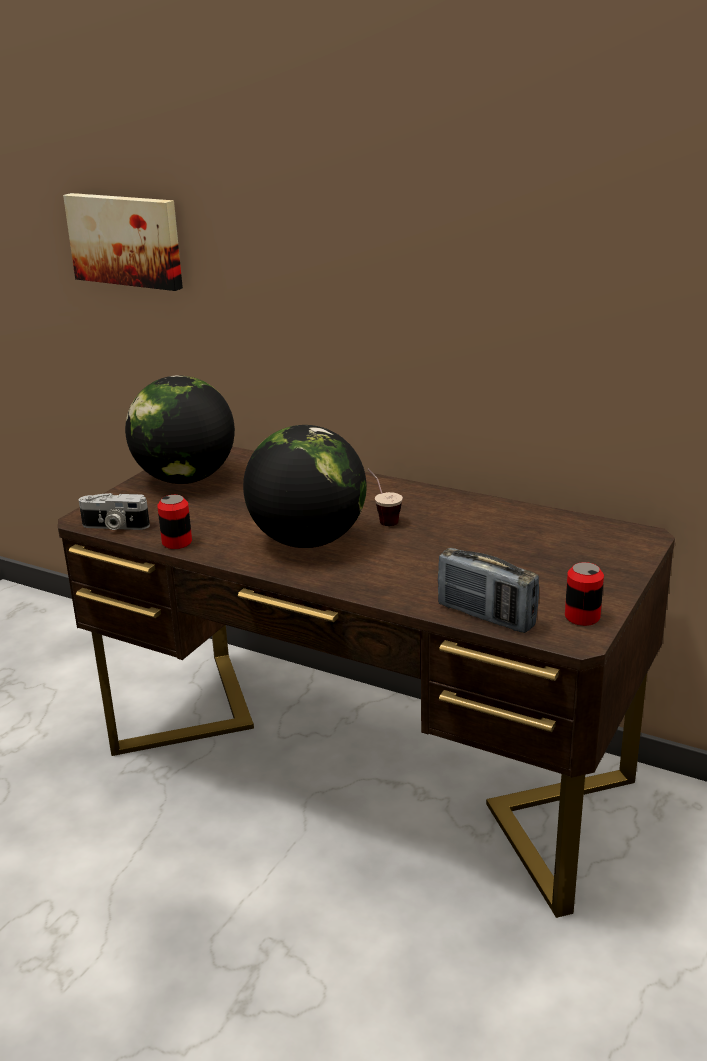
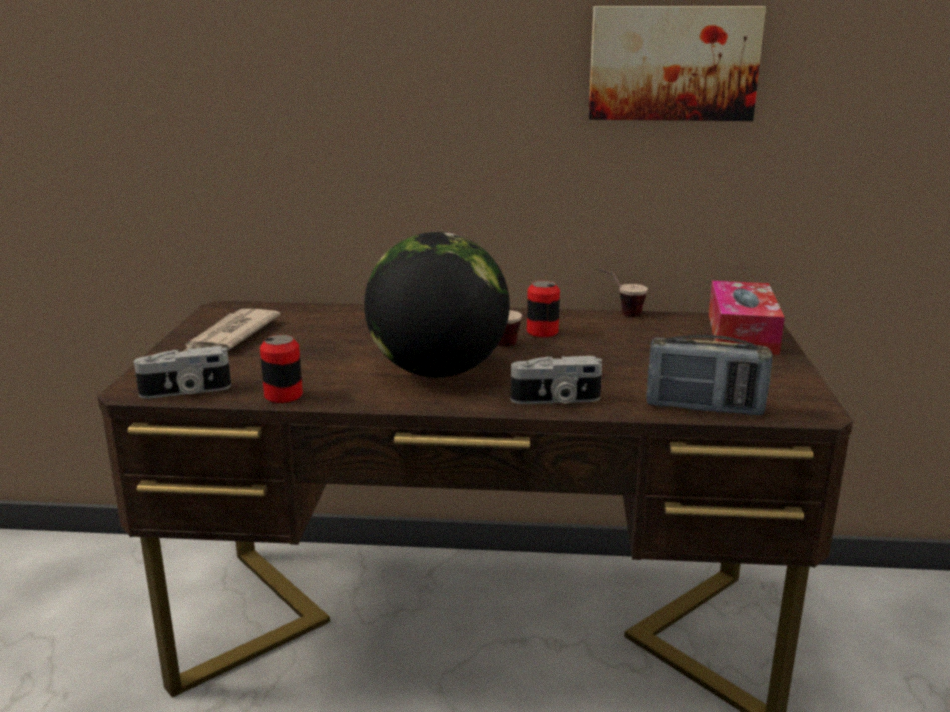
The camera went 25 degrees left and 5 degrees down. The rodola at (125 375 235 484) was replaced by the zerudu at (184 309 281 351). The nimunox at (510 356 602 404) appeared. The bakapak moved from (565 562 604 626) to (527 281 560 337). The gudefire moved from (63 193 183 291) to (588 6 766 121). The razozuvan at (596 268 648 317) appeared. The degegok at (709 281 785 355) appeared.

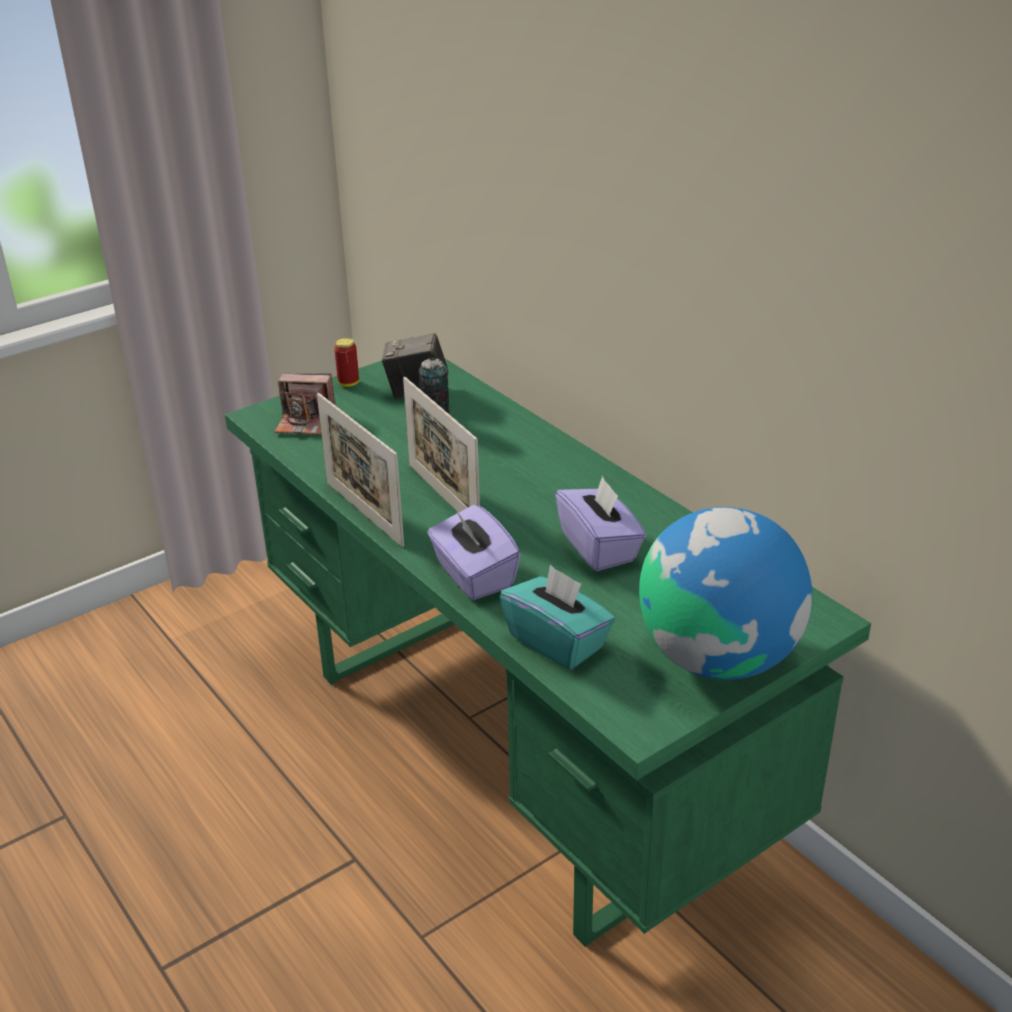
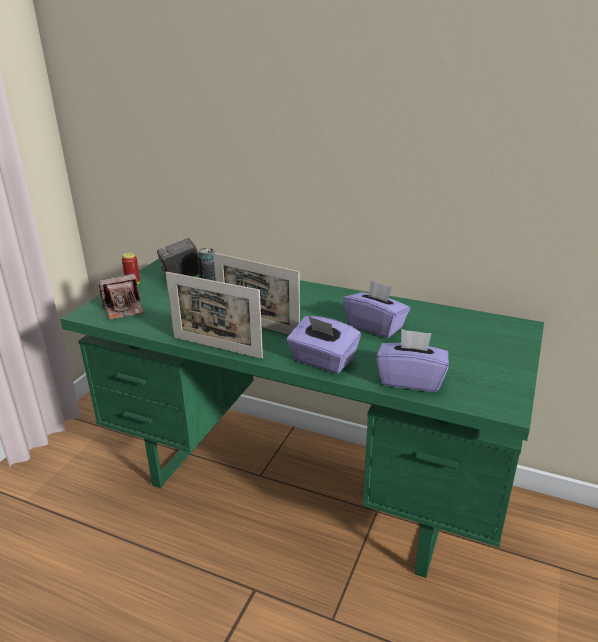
The camera went 30 degrees left and 5 degrees down. The degegok (turquoise) at (500 565 615 670) became the degegok (purple) at (376 329 449 392). The rodola at (639 507 812 680) disappeared.

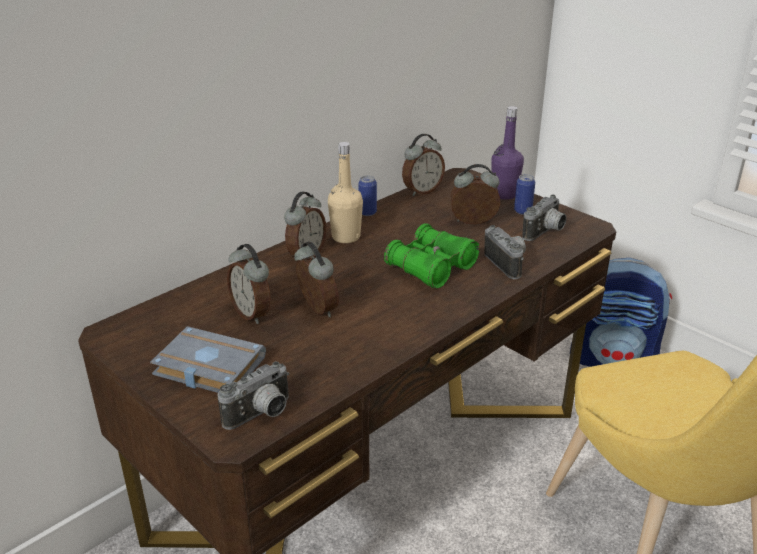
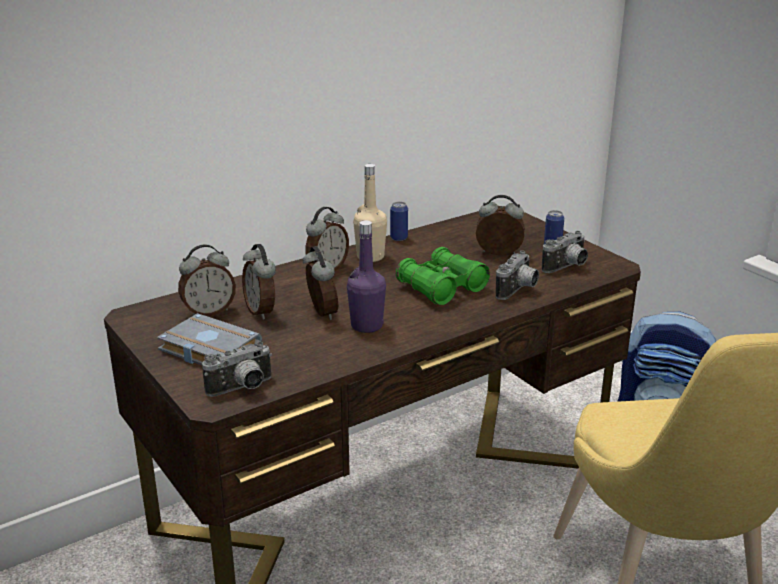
The camera went 10 degrees right and 5 degrees down. The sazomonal moved from (402 134 445 196) to (178 244 236 316). The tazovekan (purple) moved from (491 106 524 200) to (347 221 386 333). The nimunox at (484 225 526 279) turned 45 degrees clockwise.

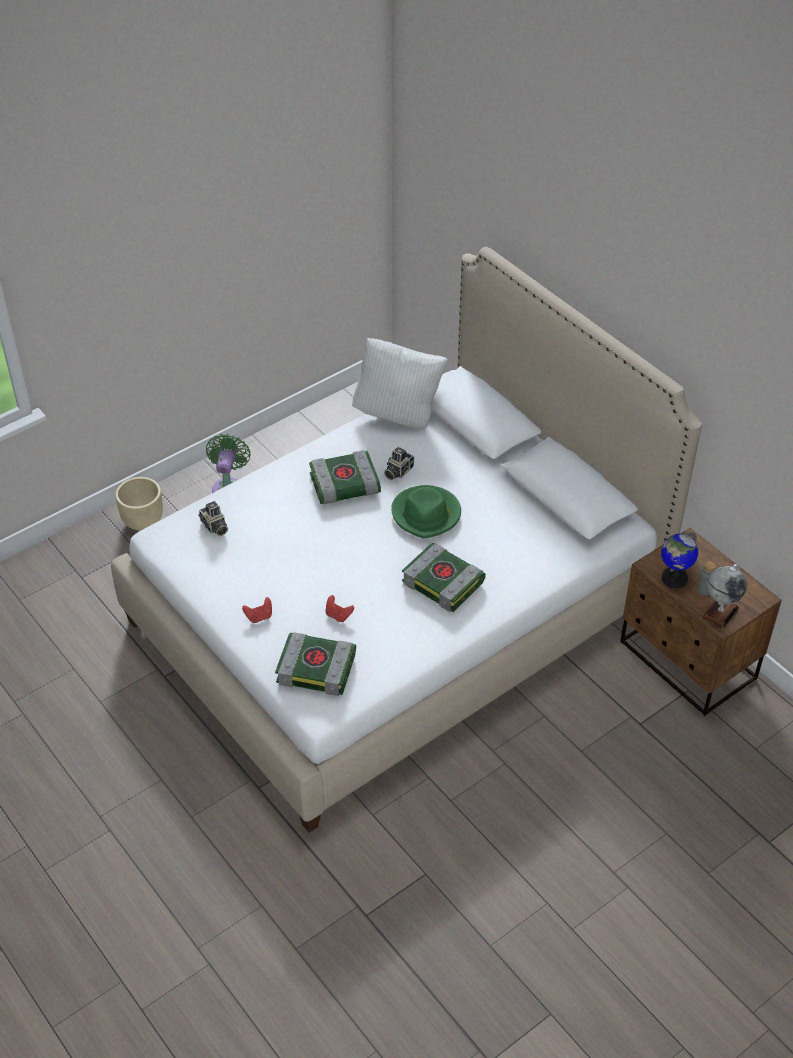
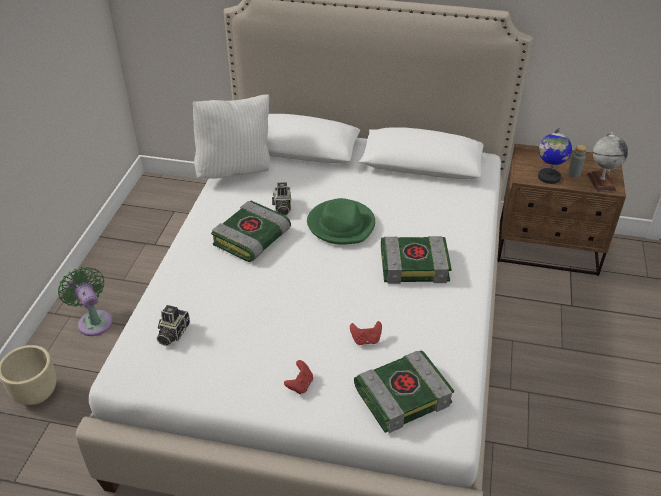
The camera went 40 degrees left and 5 degrees down. The nimunox at (198 501 228 536) turned 90 degrees clockwise.

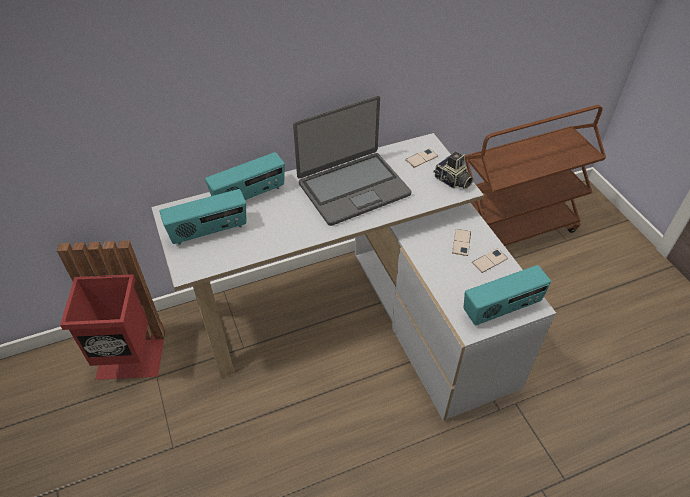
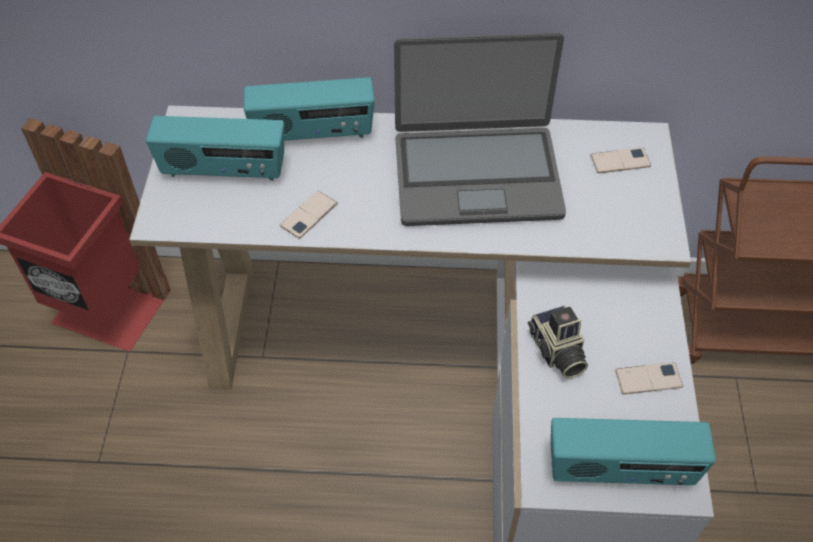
The camera went 25 degrees right and 5 degrees up. The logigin moved from (452 229 471 256) to (280 191 338 239). The nimunox moved from (433 152 473 189) to (528 305 588 378).

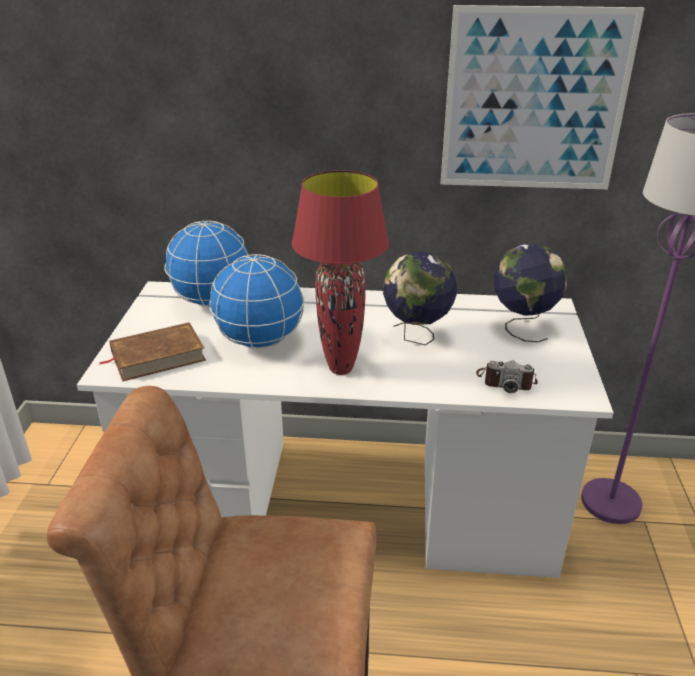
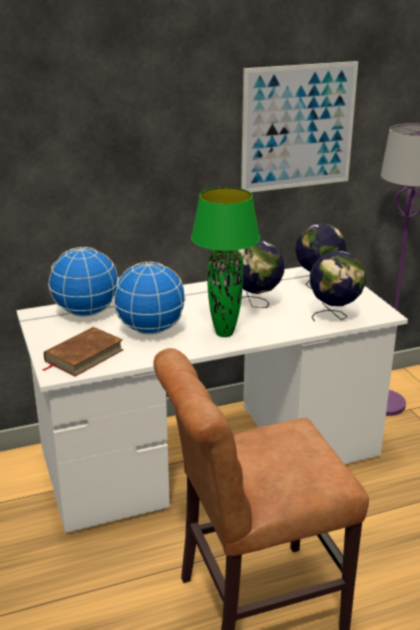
The camera went 25 degrees left and 5 degrees down. The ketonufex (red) at (292 170 389 375) became the ketonufex (green) at (191 187 260 337). The nimunox at (476 360 538 393) was replaced by the rodola at (310 251 366 322).

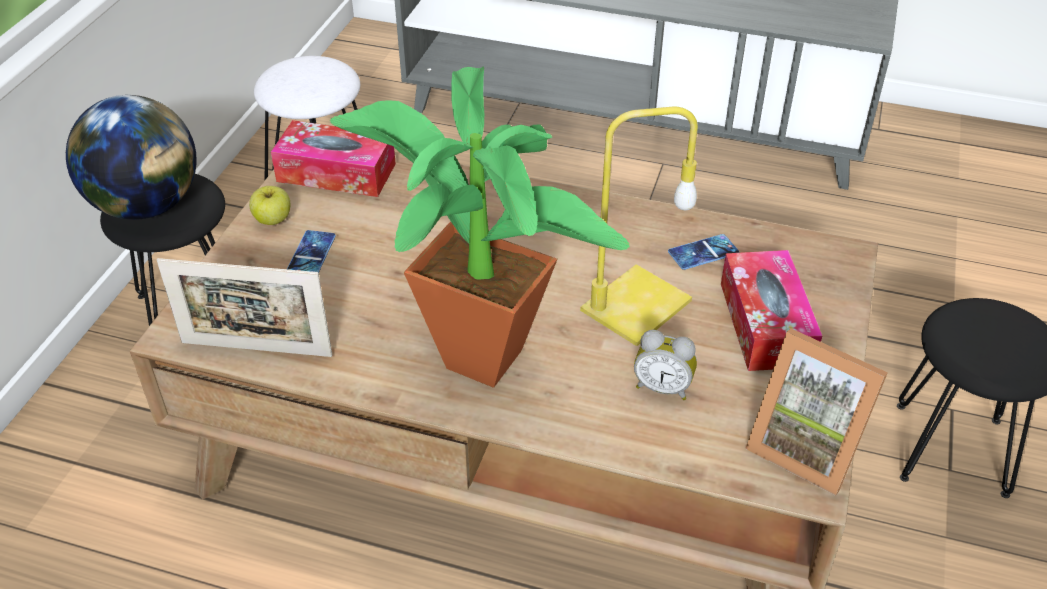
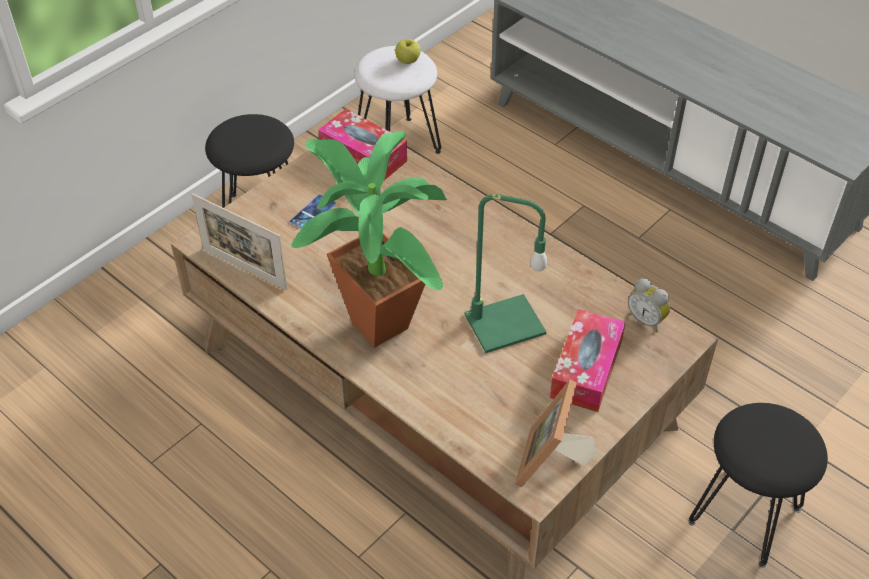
The camera went 25 degrees right and 5 degrees up. The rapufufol moved from (249 186 290 225) to (395 39 421 64). The ketonufex (yellow) at (580 107 698 346) became the ketonufex (green) at (464 194 547 353). The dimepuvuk at (745 328 888 496) turned 45 degrees clockwise. The sazomonal moved from (634 330 697 400) to (628 278 670 333). The rodola at (66 95 197 220) disappeared. The logigin at (668 234 739 270) disappeared.

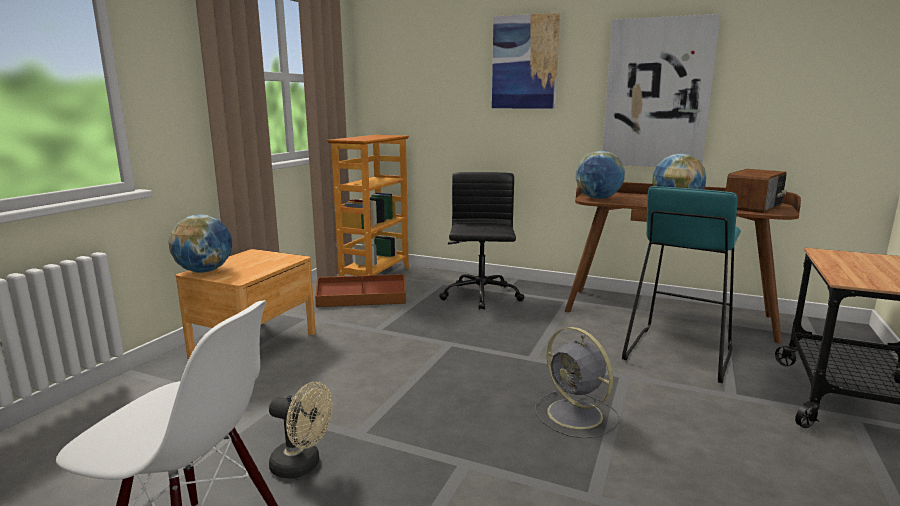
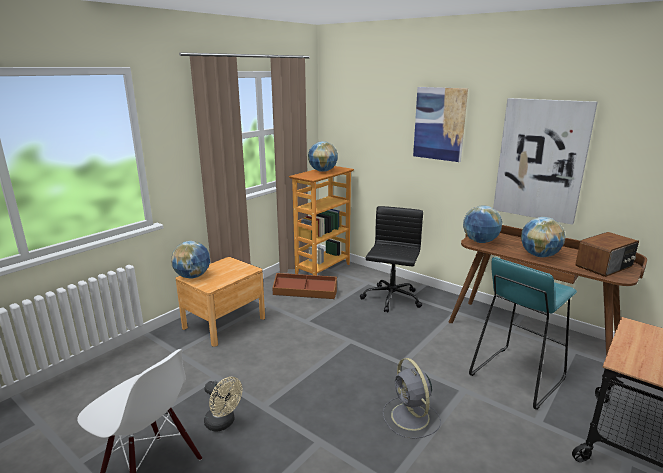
The camera went 15 degrees right and 5 degrees up. The rodola at (308 141 338 172) appeared.

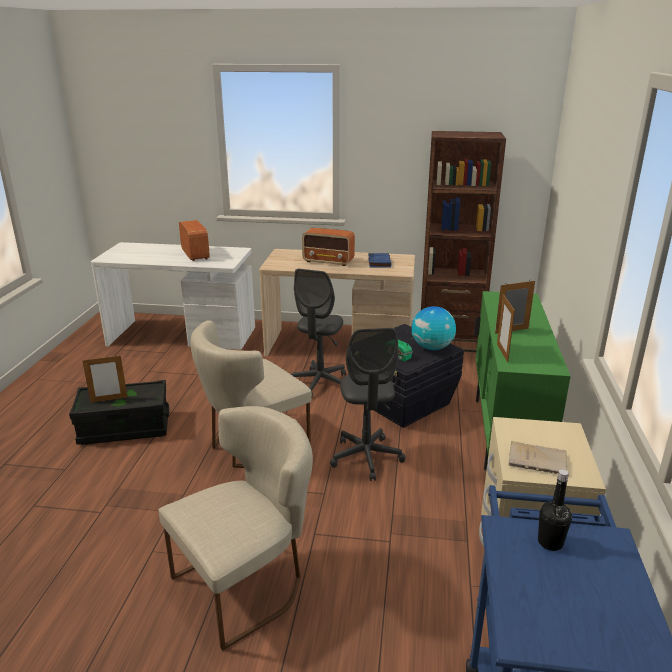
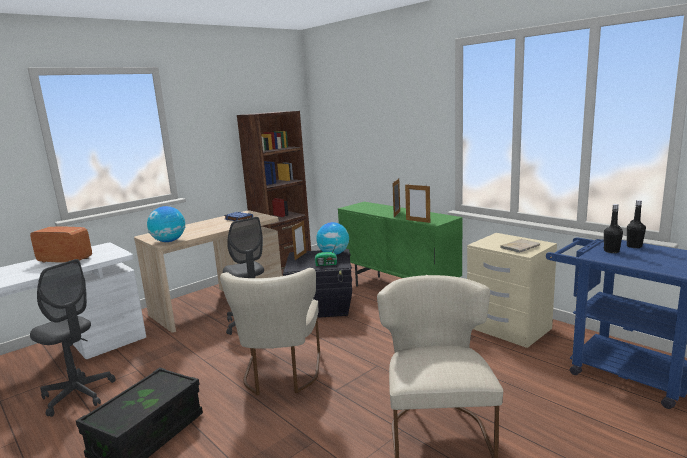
The camera went 50 degrees left and 10 degrees down. The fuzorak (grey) moved from (330 328 405 481) to (30 259 116 417). The rodola at (147 206 185 242) appeared. The dimepuvuk moved from (82 355 127 403) to (292 221 306 260). The tazovekan (black) at (627 200 646 248) appeared. The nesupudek at (302 228 355 266) disappeared.

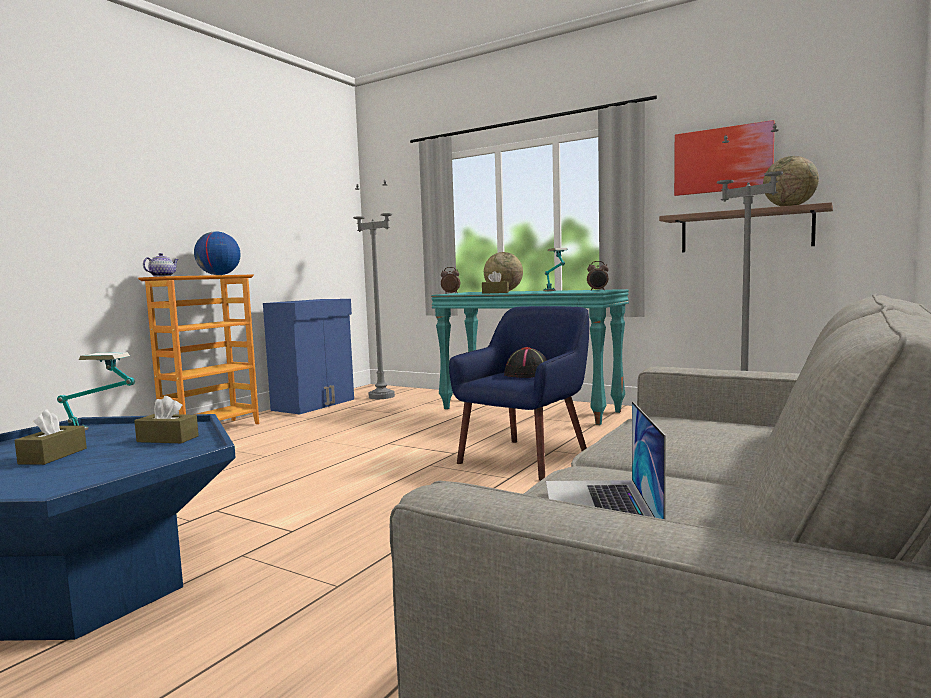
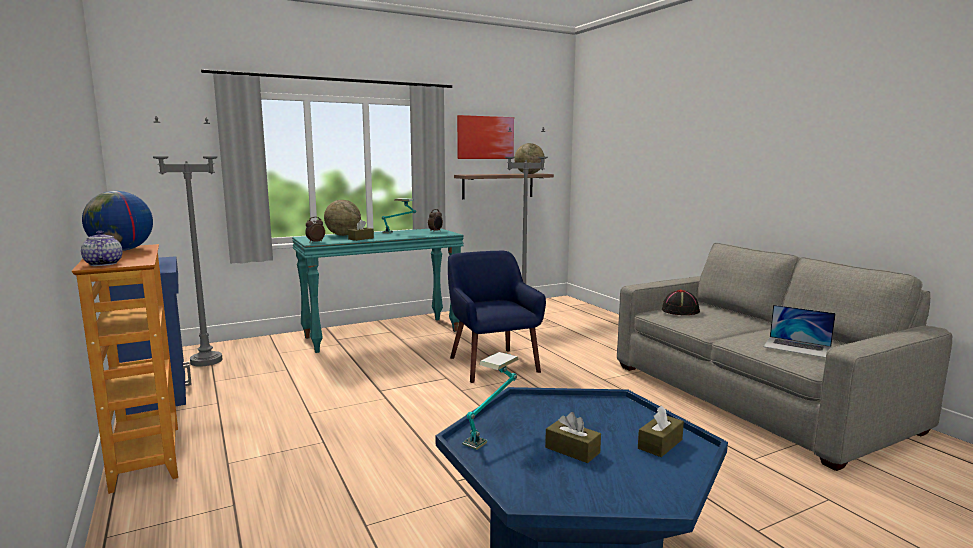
The camera went 60 degrees left and 5 degrees up. The degegok (brown) moved from (134 396 199 443) to (638 405 684 457). The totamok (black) moved from (504 347 547 378) to (662 290 700 315).

